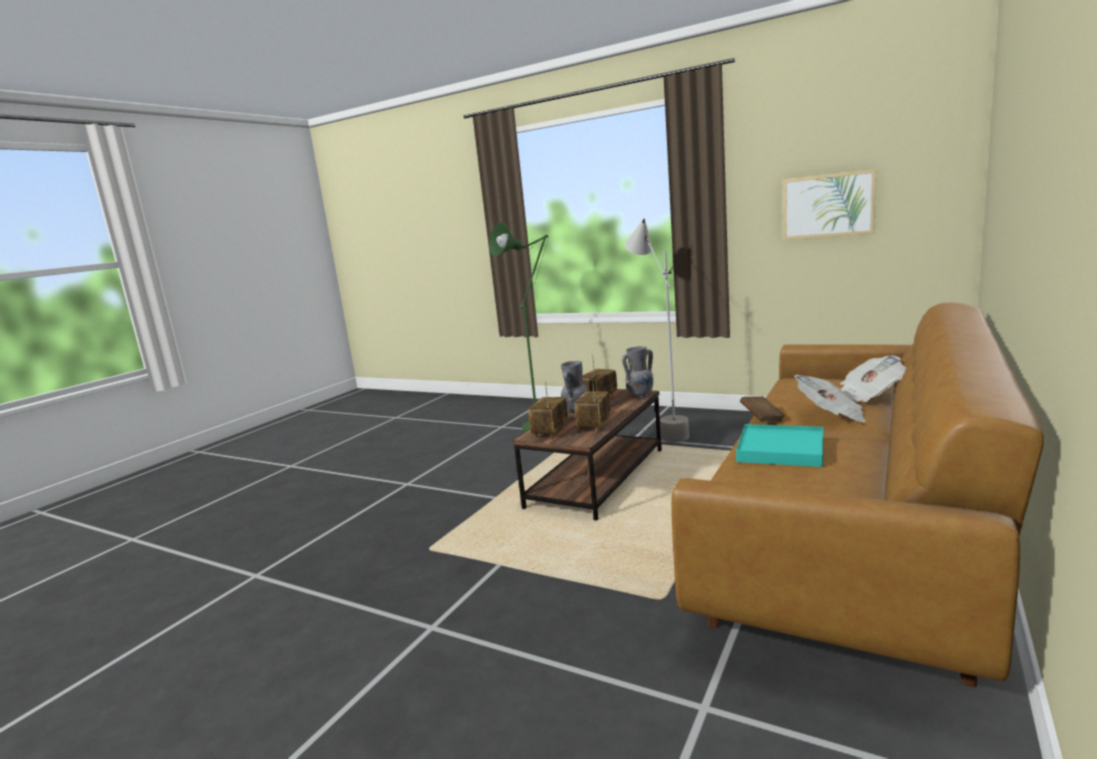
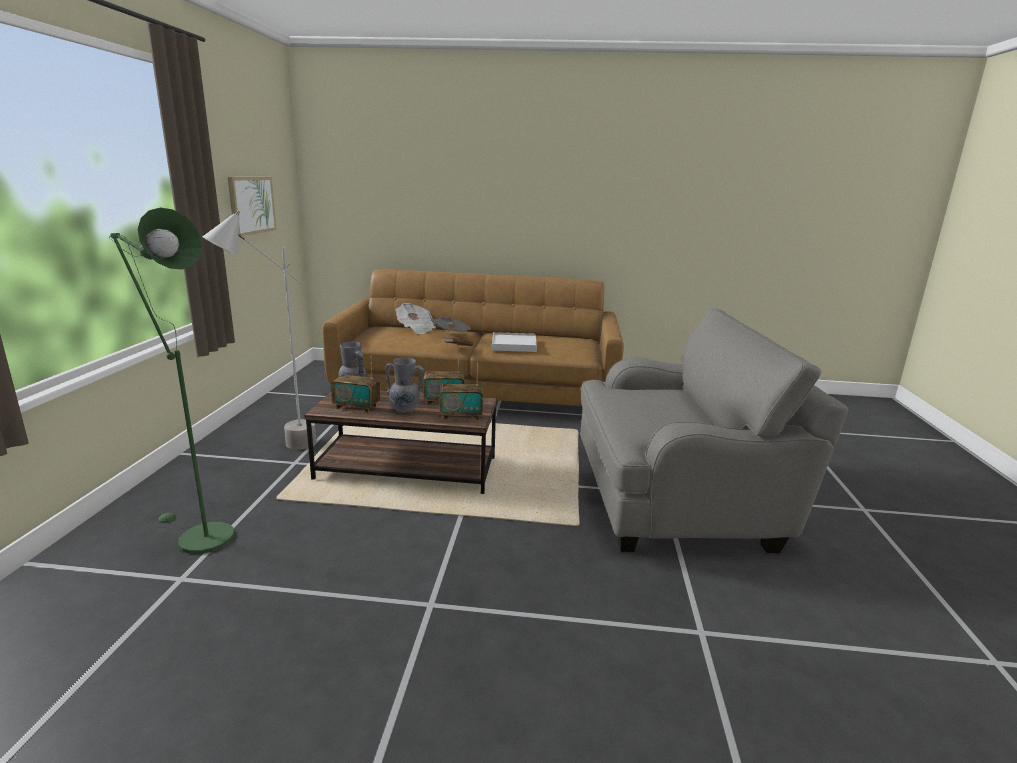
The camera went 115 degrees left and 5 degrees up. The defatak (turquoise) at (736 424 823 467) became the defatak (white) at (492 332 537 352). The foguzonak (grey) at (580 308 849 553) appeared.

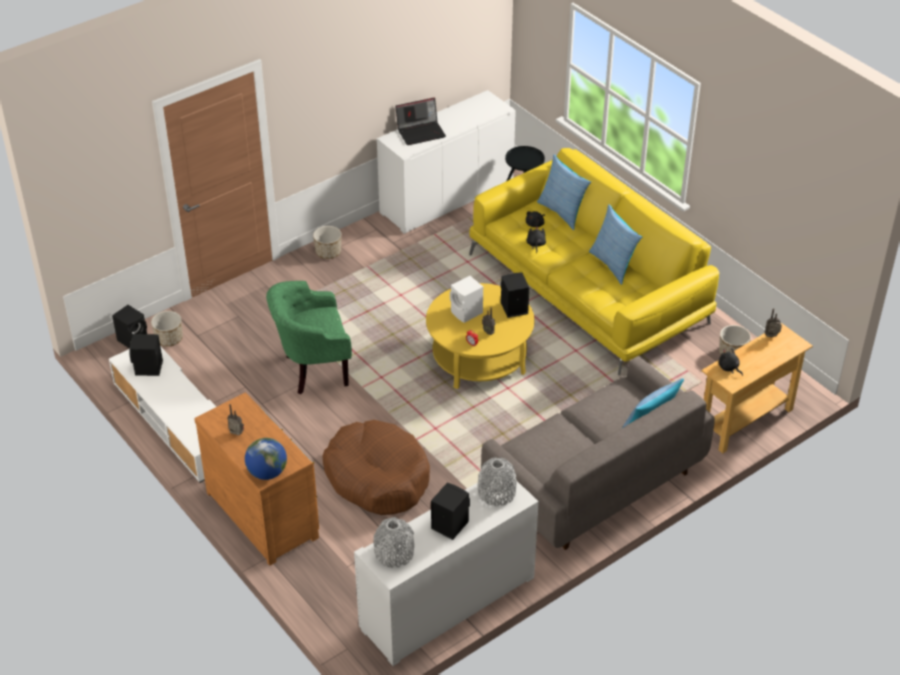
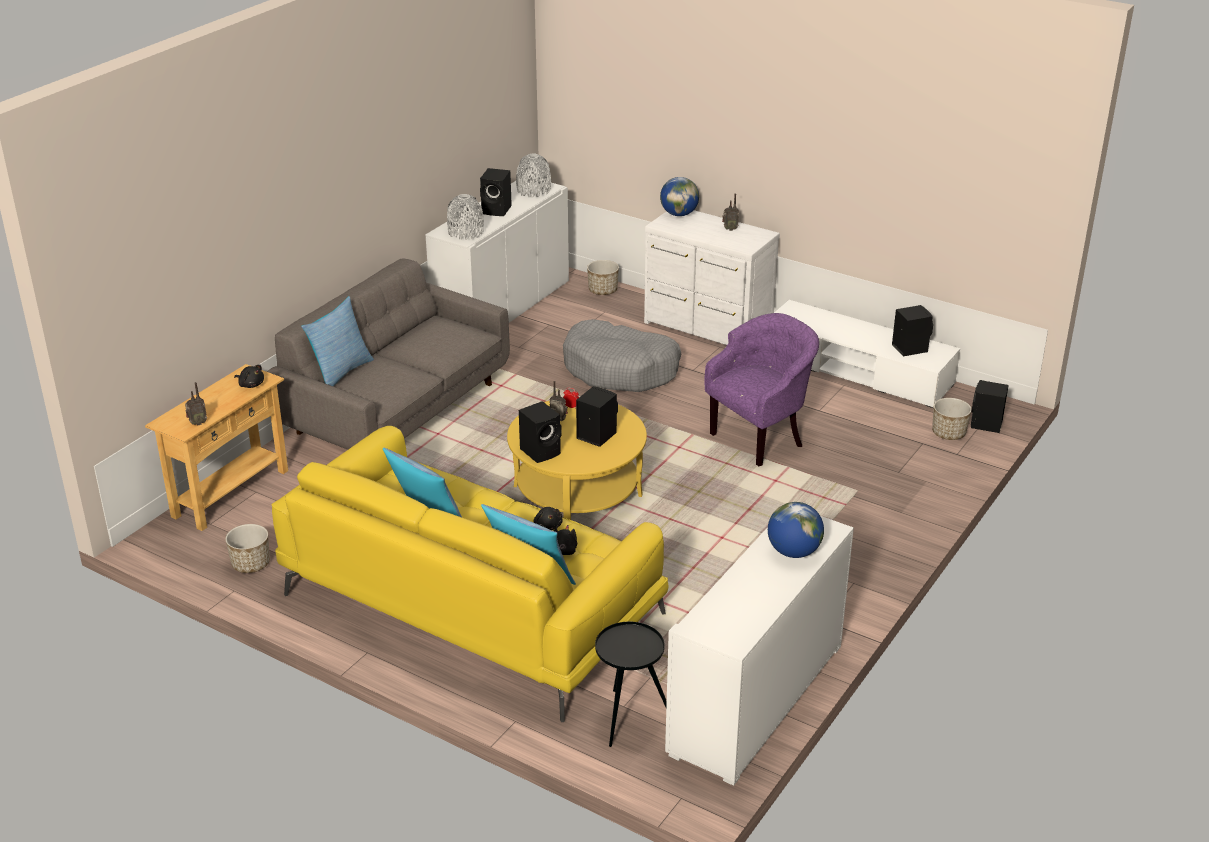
The camera went 160 degrees right and 10 degrees down. The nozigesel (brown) at (322 420 430 515) became the nozigesel (grey) at (563 319 681 392). The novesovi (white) at (450 276 483 323) became the novesovi (black) at (576 386 618 447). The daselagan moved from (313 226 342 259) to (587 260 619 295). The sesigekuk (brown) at (194 392 319 566) became the sesigekuk (white) at (644 210 780 345). The foguzonak (green) at (266 281 352 394) became the foguzonak (purple) at (704 313 819 466). The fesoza at (395 98 446 145) was replaced by the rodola at (768 502 824 558).

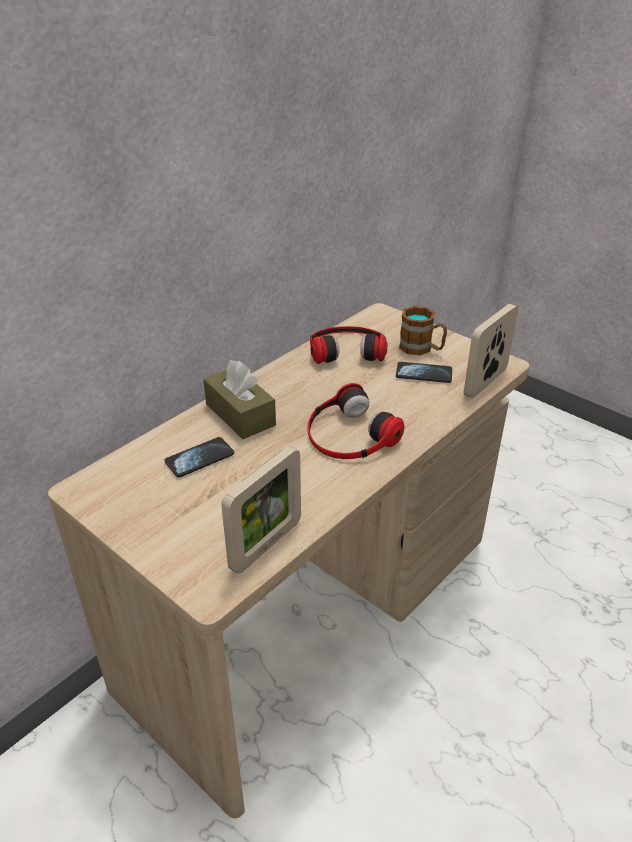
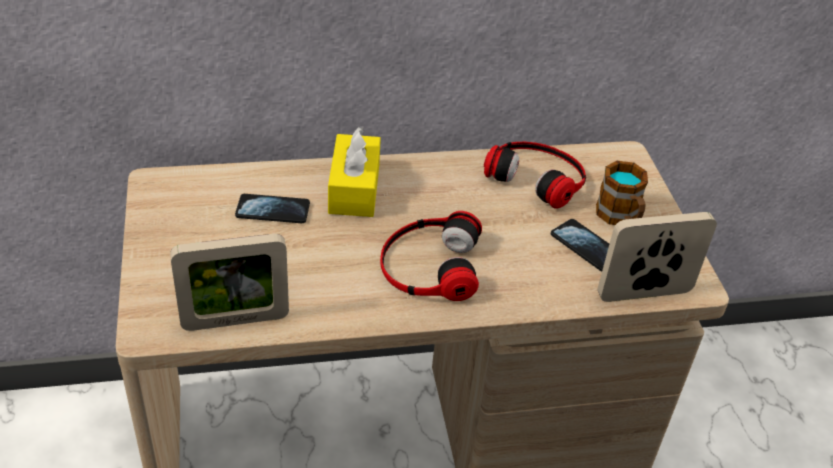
The camera went 35 degrees right and 5 degrees up. The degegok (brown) at (203 360 276 439) became the degegok (yellow) at (328 127 381 217).

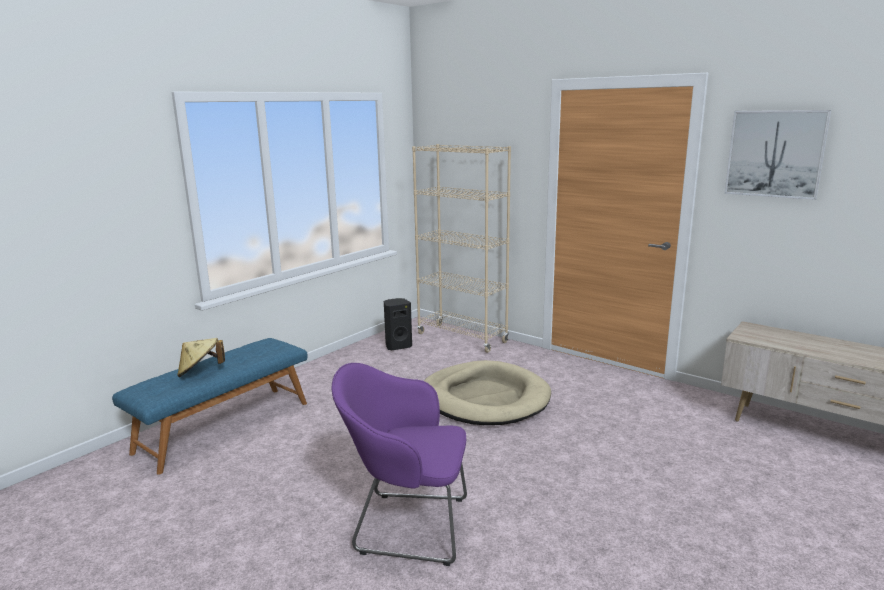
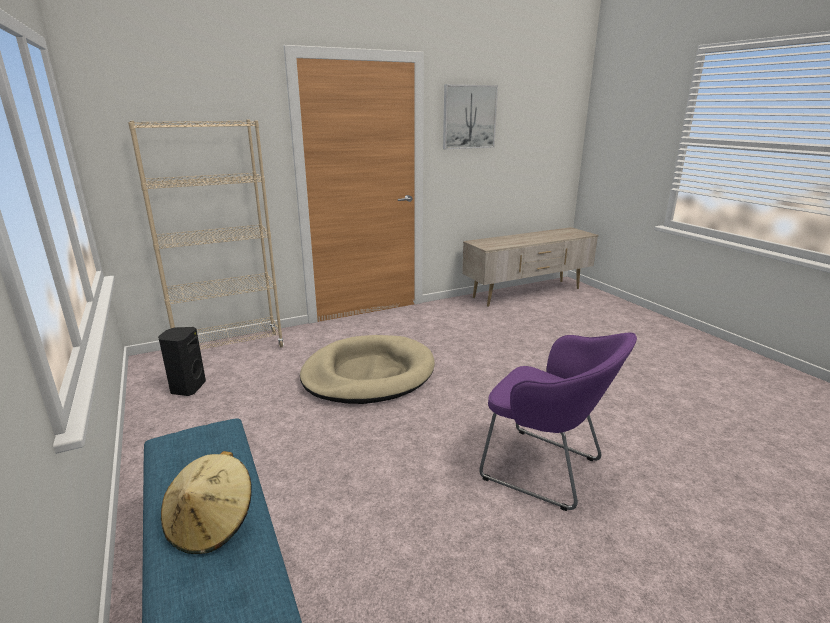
The camera went 65 degrees left and 5 degrees up. The foguzonak (purple) at (332 363 467 566) turned 90 degrees counterclockwise.

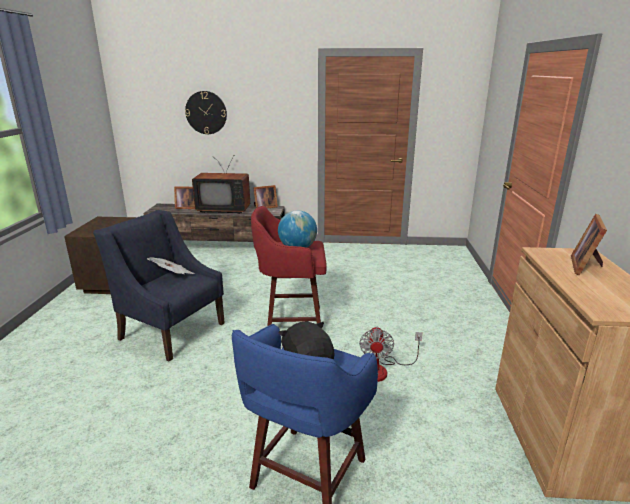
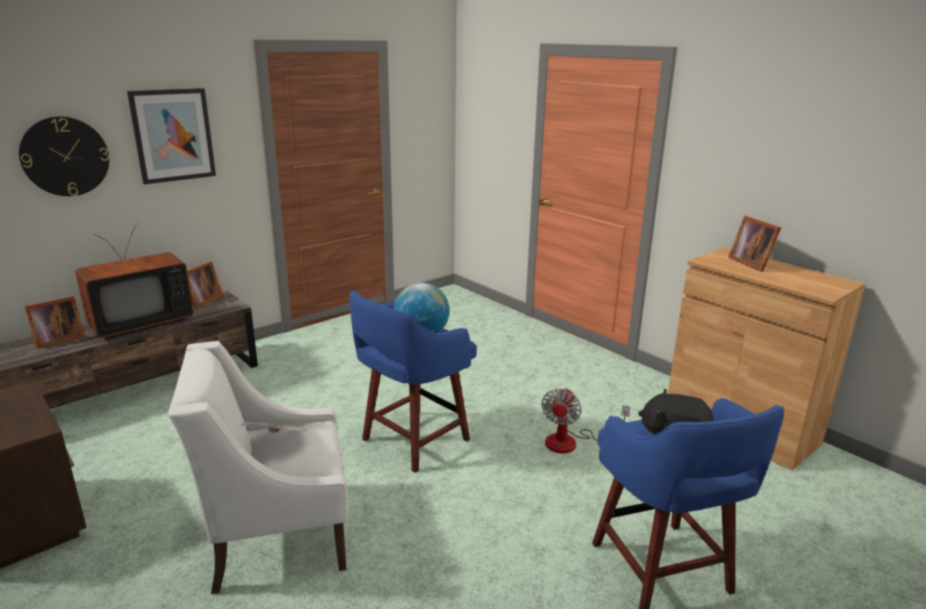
The camera went 45 degrees left and 0 degrees up. The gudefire at (127 88 216 184) appeared. The foguzonak (blue) at (93 210 225 362) became the foguzonak (white) at (168 341 349 594). The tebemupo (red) at (251 206 327 329) became the tebemupo (blue) at (349 291 477 473). The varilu at (359 326 422 382) turned 60 degrees clockwise.

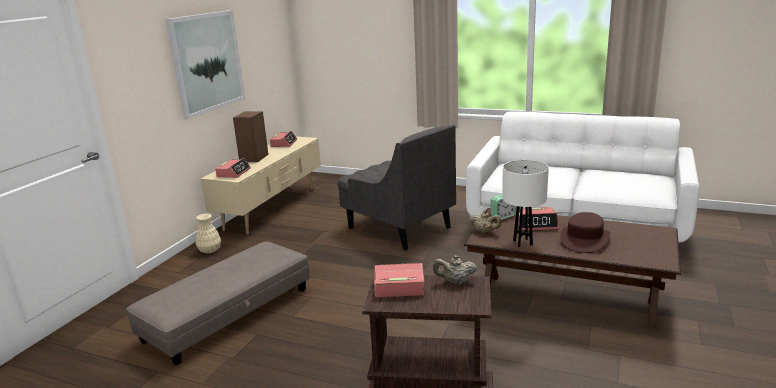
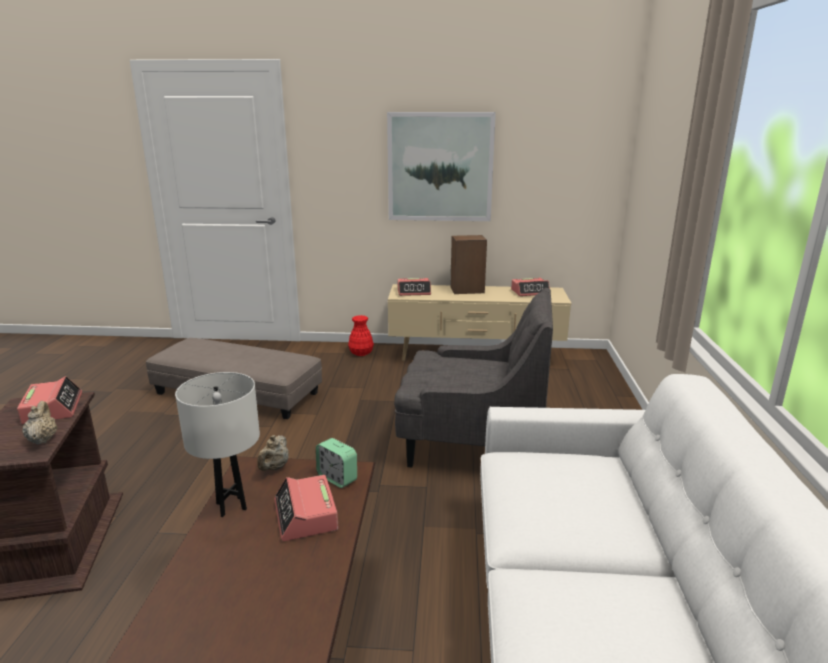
The camera went 70 degrees right and 0 degrees up. The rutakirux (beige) at (196 213 221 253) became the rutakirux (red) at (348 315 374 356). The foguzonak (grey) at (338 124 456 251) turned 105 degrees counterclockwise. The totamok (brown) at (560 212 610 253) disappeared.

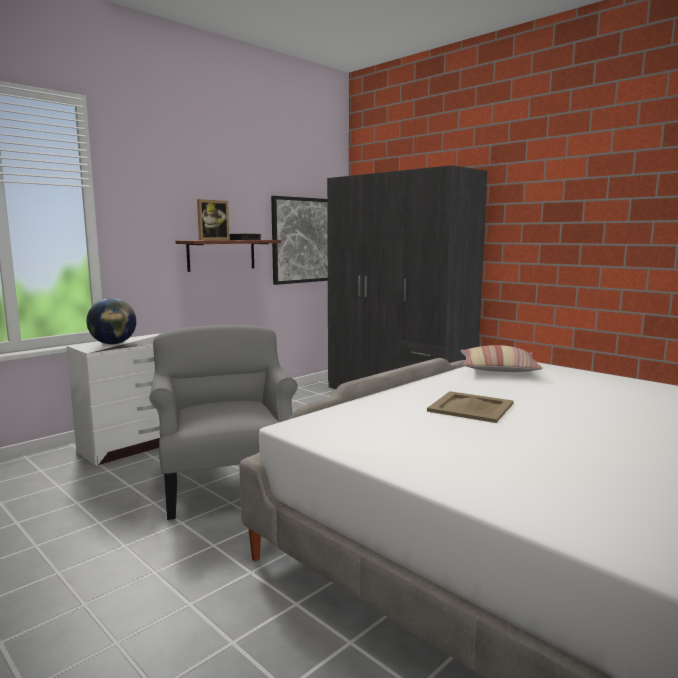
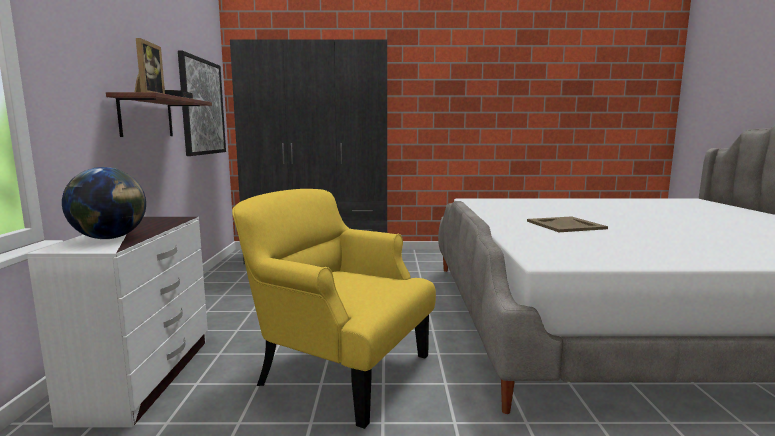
The camera went 45 degrees left and 0 degrees up. The foguzonak (grey) at (149 325 298 520) became the foguzonak (yellow) at (232 189 436 429). The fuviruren at (460 345 543 372) disappeared.

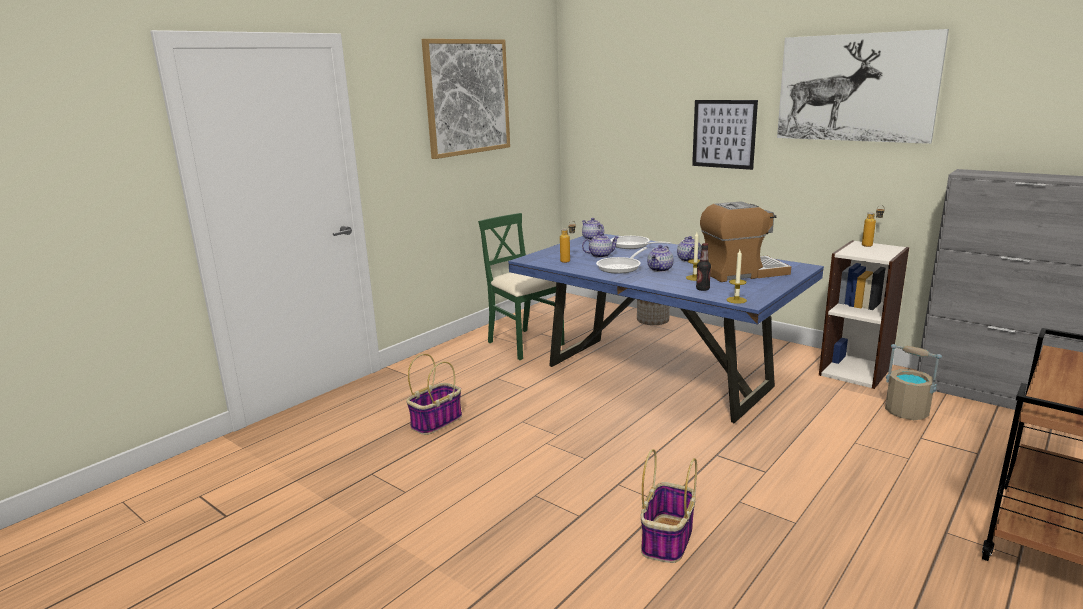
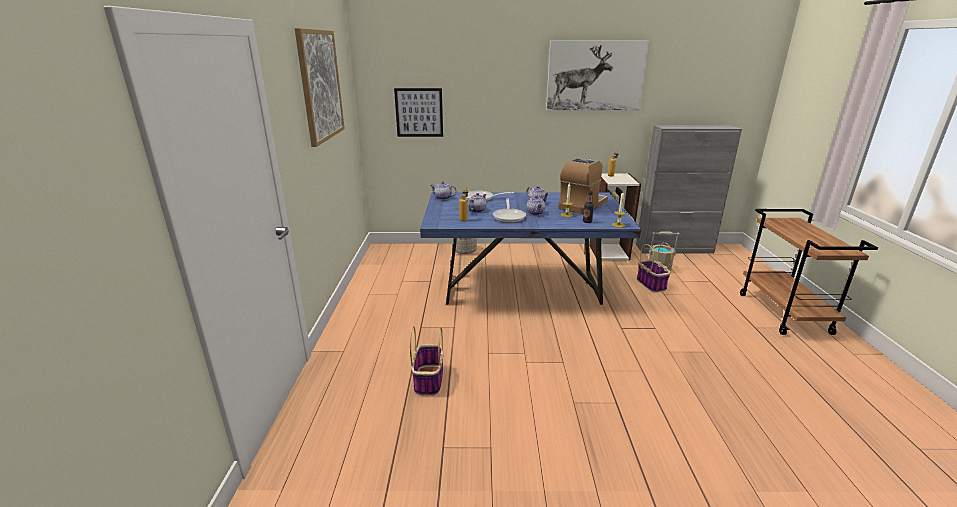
The camera went 40 degrees left and 5 degrees up. The gudefire moved from (692 100 758 170) to (394 88 443 137). The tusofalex moved from (641 449 697 563) to (637 242 672 292). The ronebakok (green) at (478 213 564 360) disappeared.

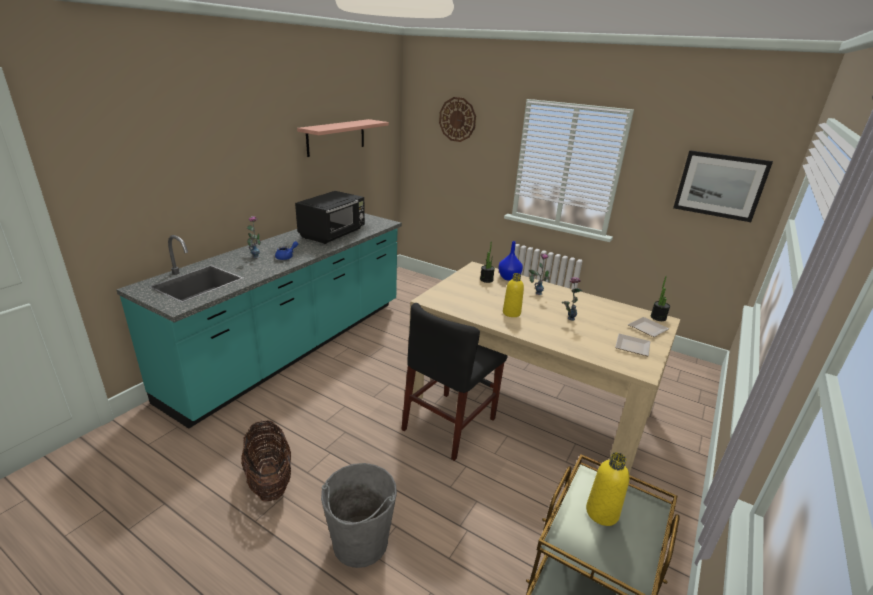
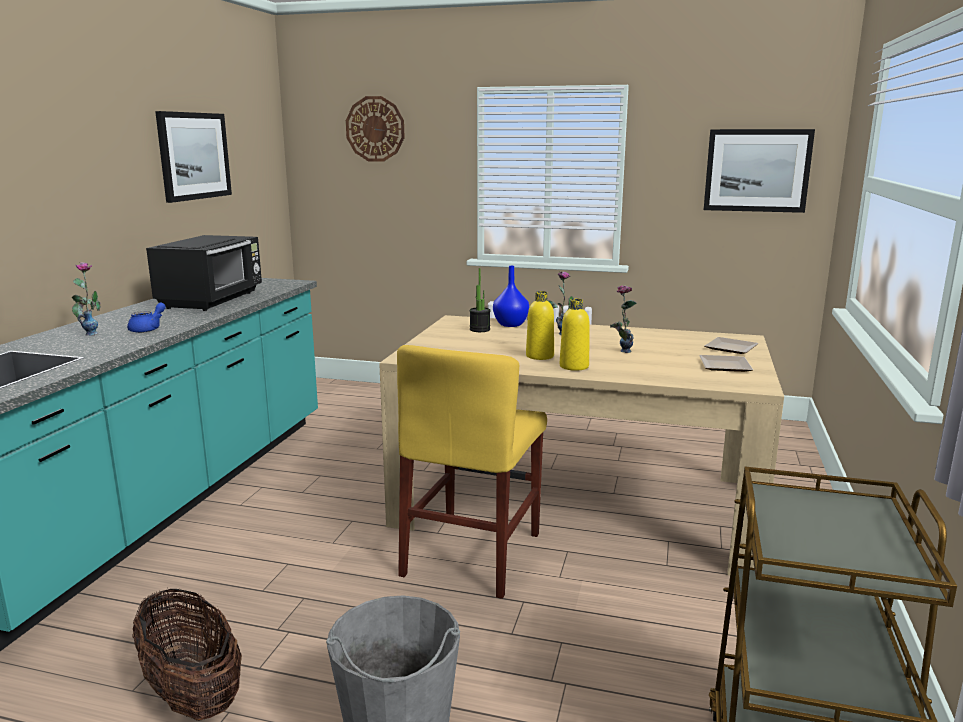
The camera went 15 degrees left and 10 degrees down. The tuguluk at (297 119 389 157) was replaced by the gudefire at (155 111 232 203). The ronebakok (black) at (401 303 508 461) became the ronebakok (yellow) at (397 345 547 599). The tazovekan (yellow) moved from (586 452 630 526) to (560 299 590 371). The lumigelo at (650 276 670 321) disappeared.

